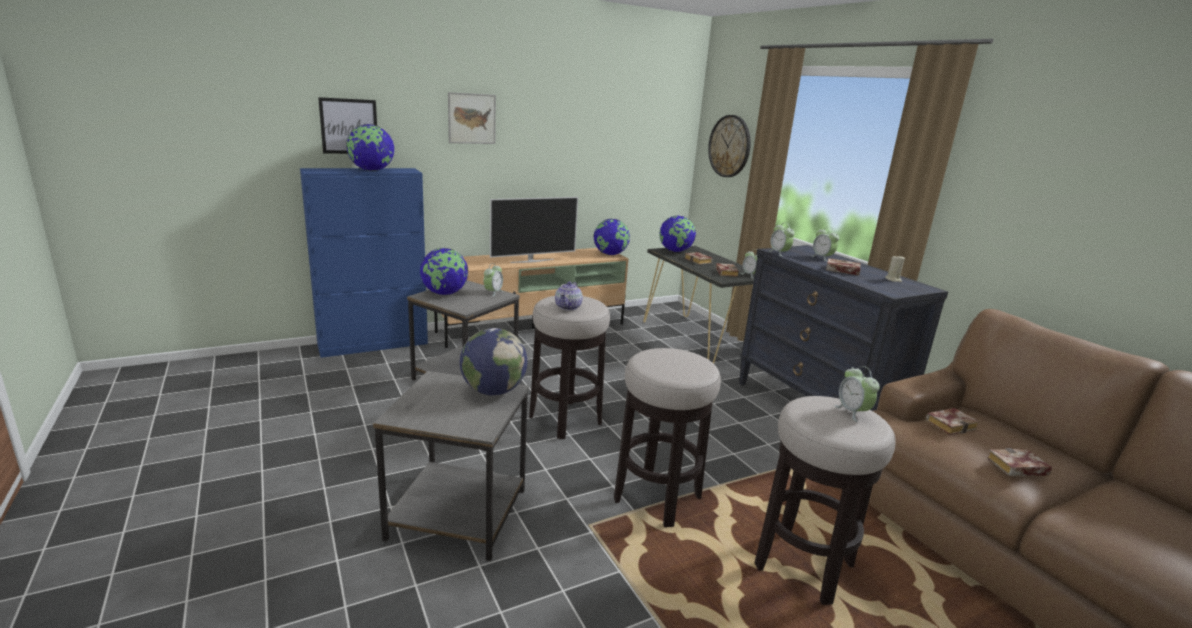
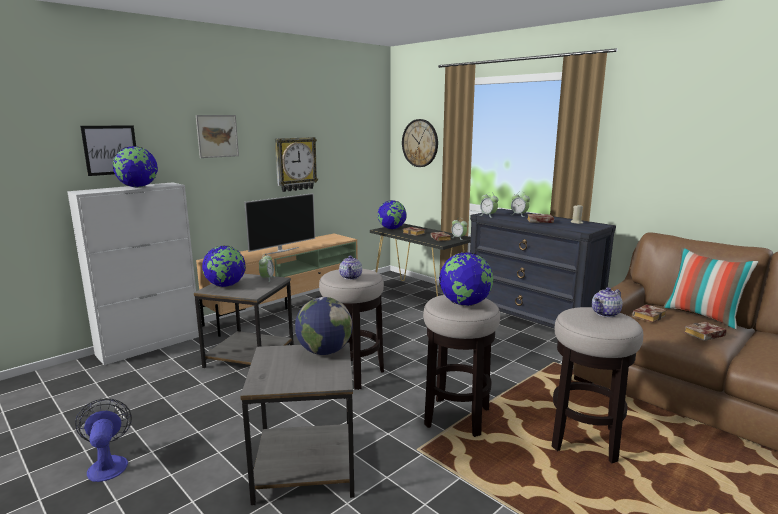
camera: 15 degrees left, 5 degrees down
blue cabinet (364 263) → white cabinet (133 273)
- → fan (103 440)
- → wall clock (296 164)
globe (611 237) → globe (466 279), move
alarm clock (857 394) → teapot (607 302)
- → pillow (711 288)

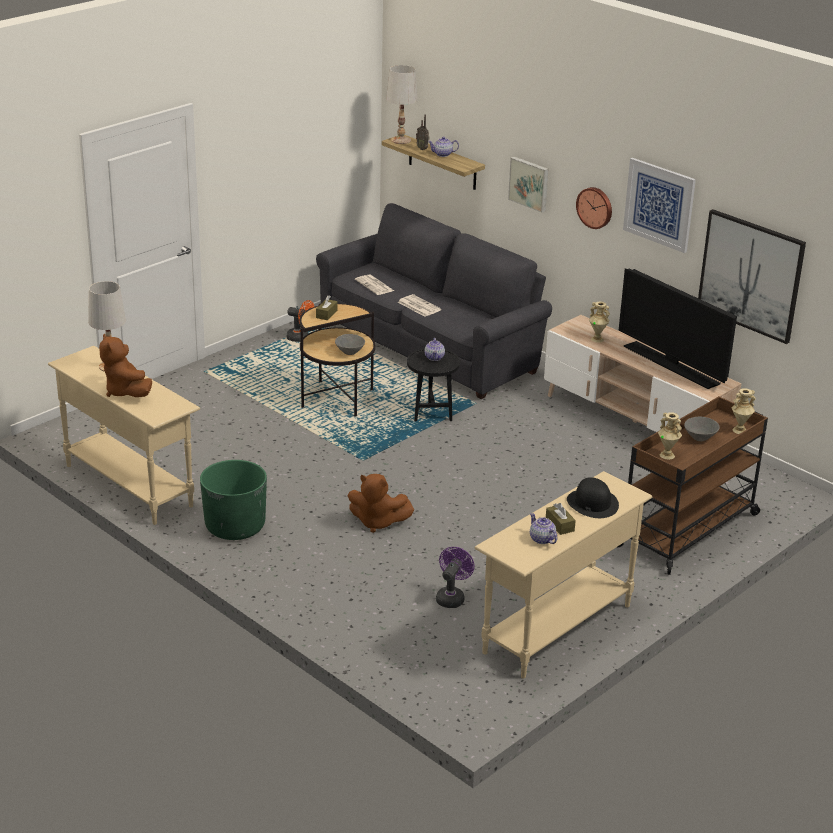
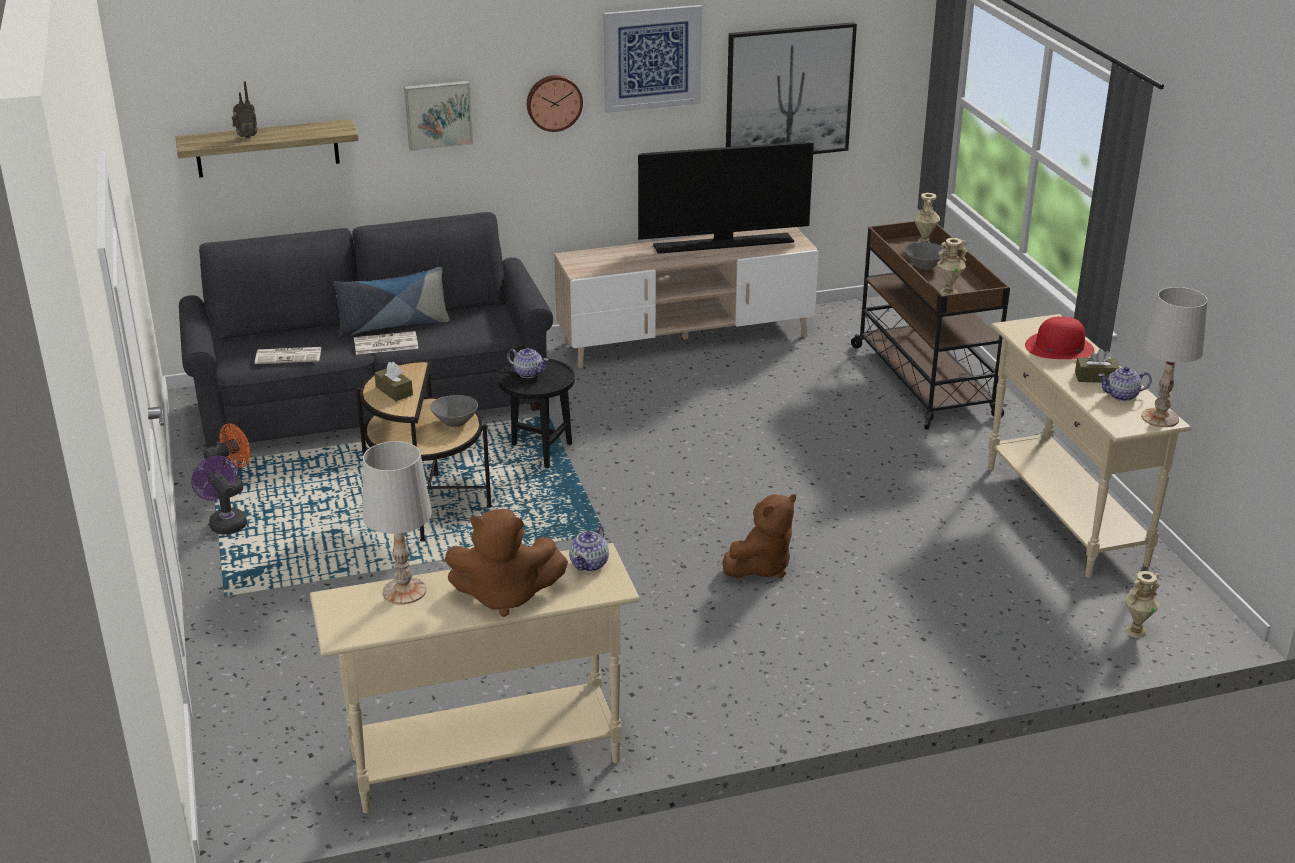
camera: 60 degrees left, 0 degrees up
purple fan (455 577) → purple fan (219 495), move
- → pillow (392 302)
teapot (443 147) → teapot (589 548), move
black hat (593 497) → red hat (1060 337)
beige vase (599 322) → beige vase (1142 604), move
white table lamp (401 104) → white table lamp (1174 357), move
green planter (233 500) → -

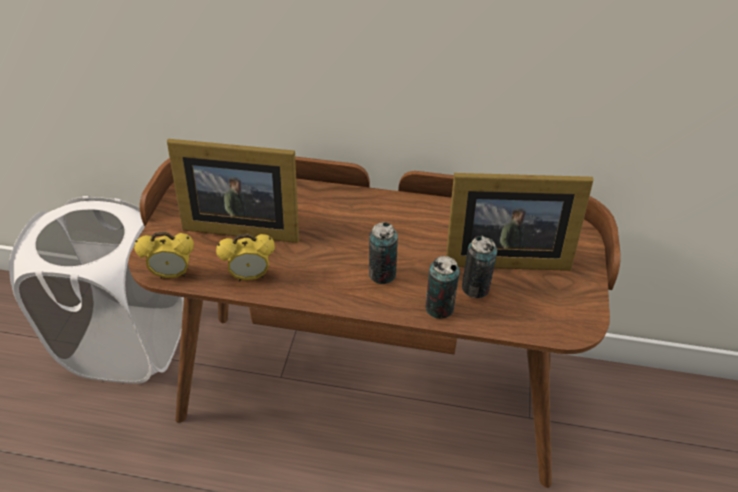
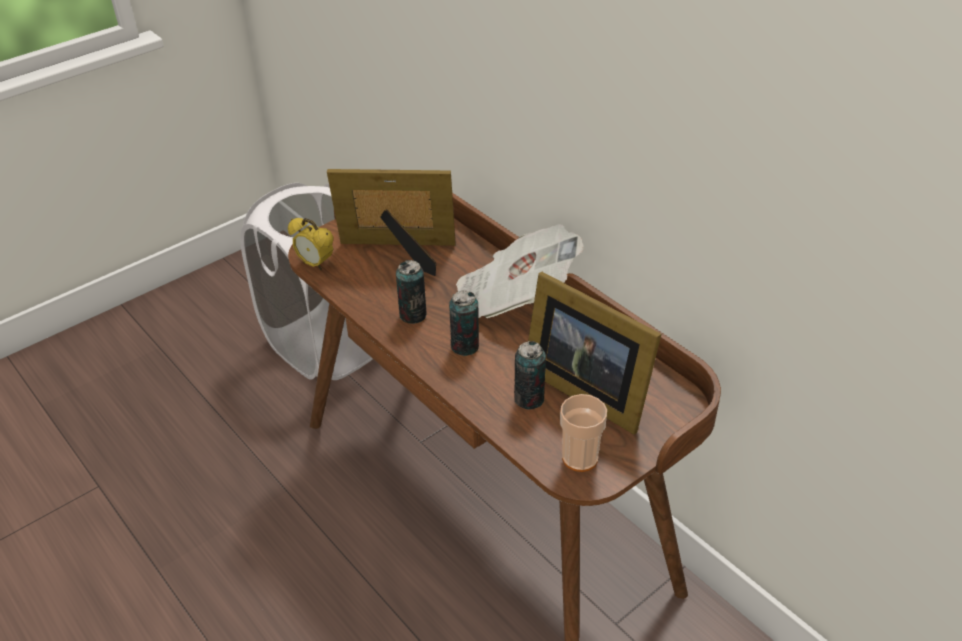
camera: 40 degrees right, 5 degrees down
picture frame (233 191) → picture frame (391 222), 135 degrees clockwise
can (442 287) → can (411 292), move
- → newspaper (519 271)
- → cup (583 433)
alarm clock (245 257) → -

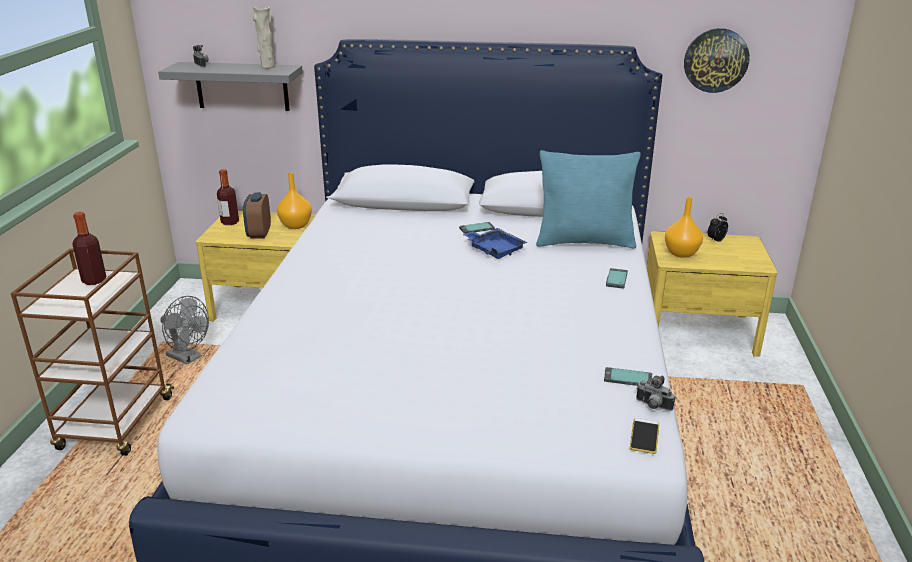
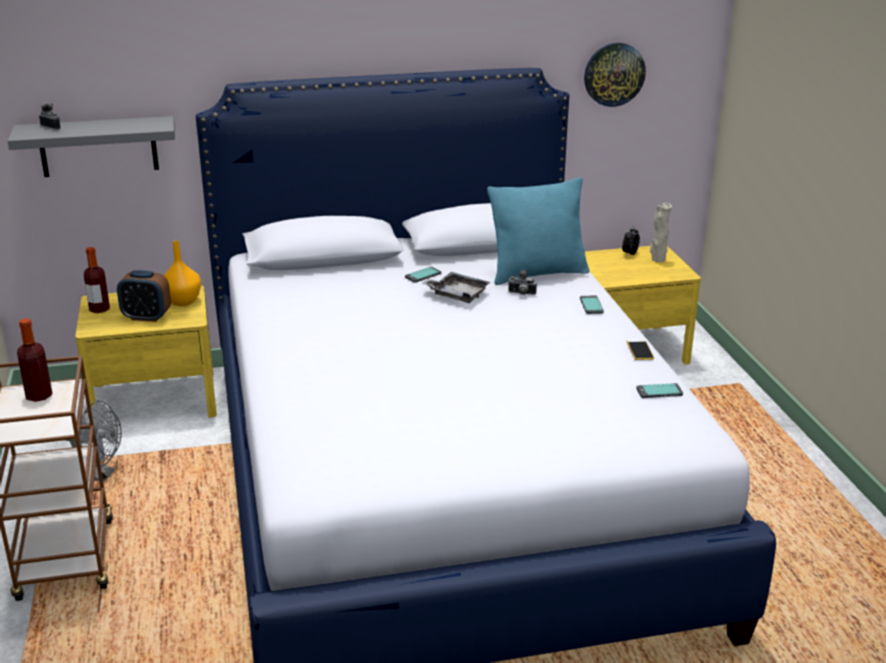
camera: 20 degrees left, 0 degrees up
alarm clock (257 215) → alarm clock (144 296), 60 degrees counterclockwise
blue tray (495 243) → grey tray (455 287)
photo camera (655 393) → photo camera (522 282), move
phone (644 436) → phone (640 350), move
beige vase (264 37) → beige vase (661 232), move
orange vase (684 227) → -

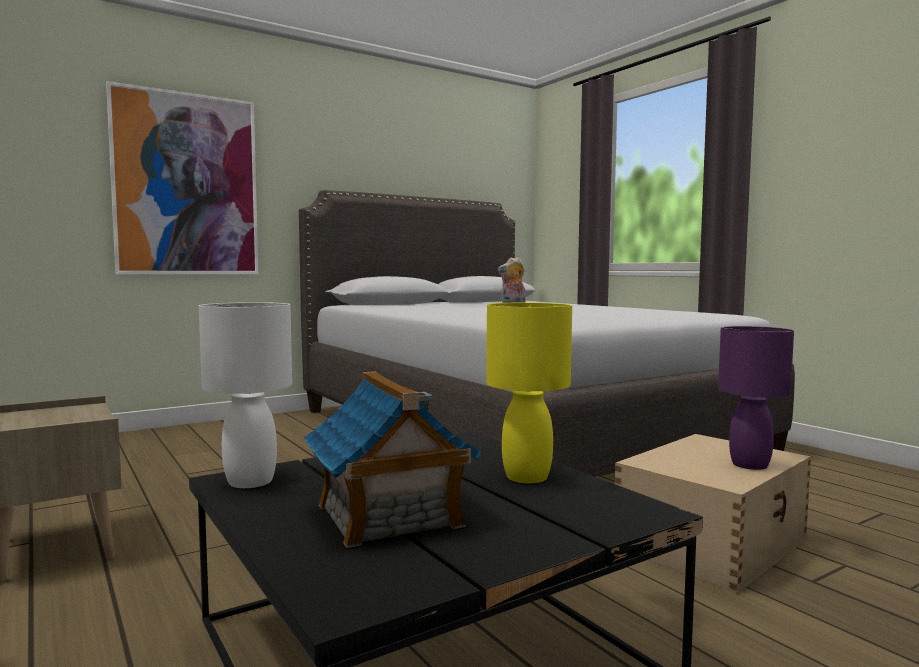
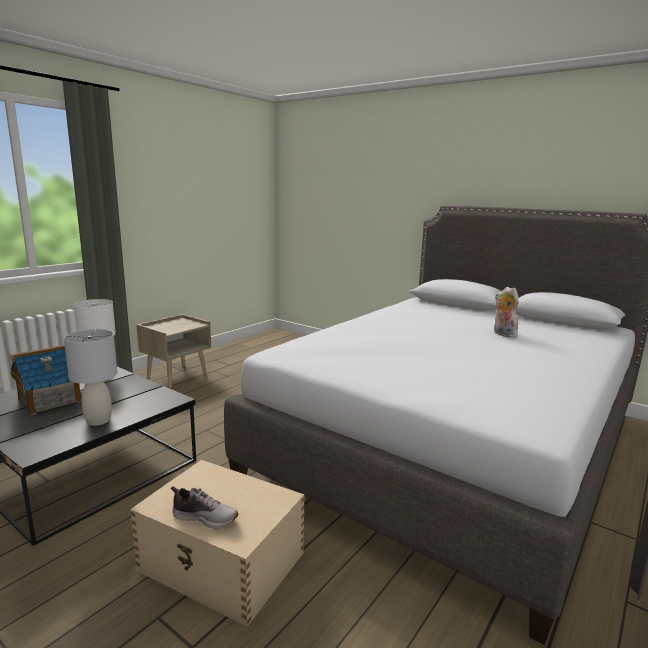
camera: 70 degrees right, 10 degrees up
yellow table lamp (529 393) → grey table lamp (90 377)
purple table lamp (756 398) → shoe (205 507)
picture (182 177) → -

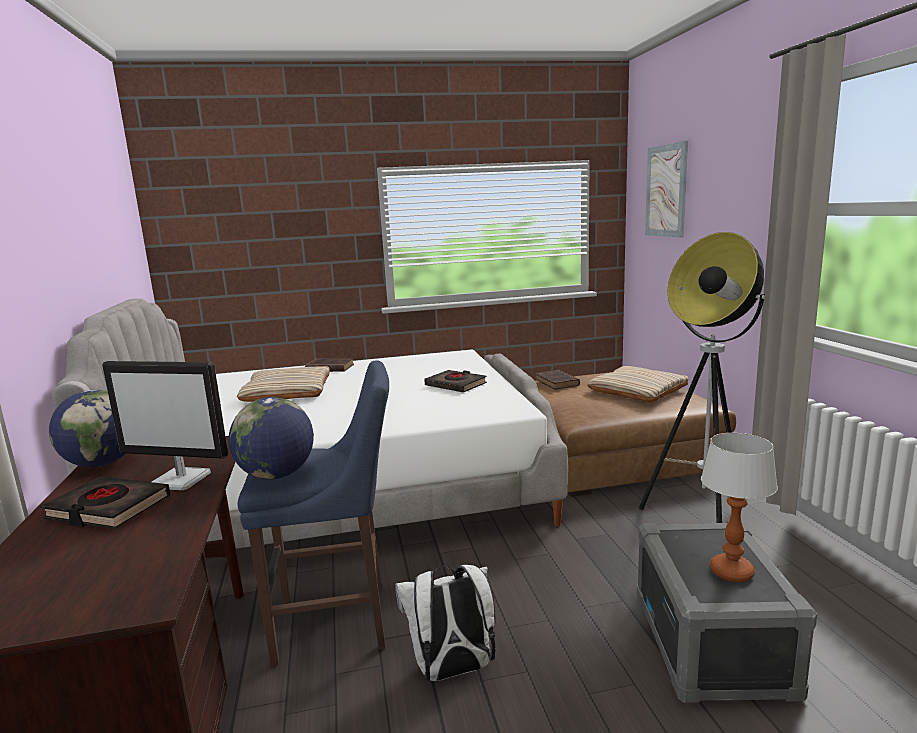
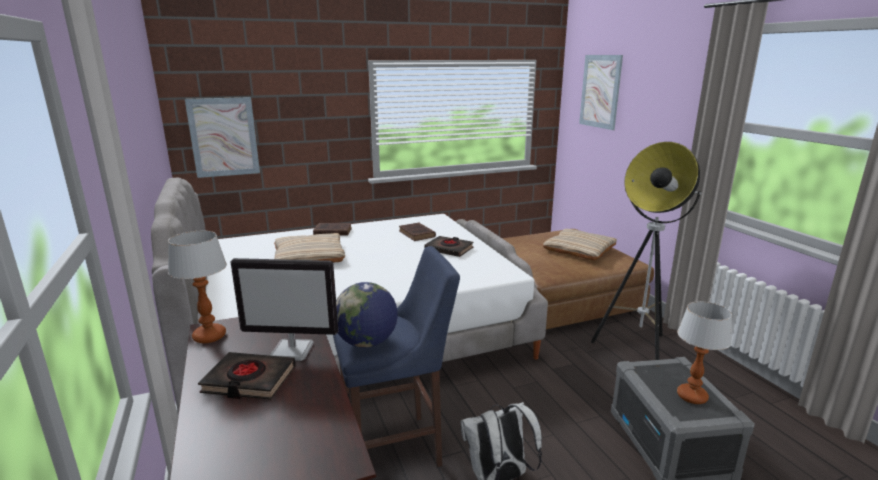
camera: 10 degrees left, 5 degrees up
globe (87 428) → table lamp (197 286)
- → picture (222 137)
brown book (557 380) → brown book (417 231), move

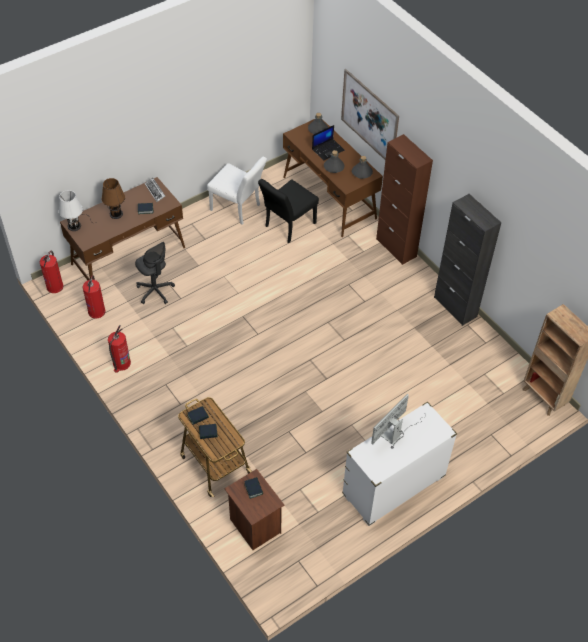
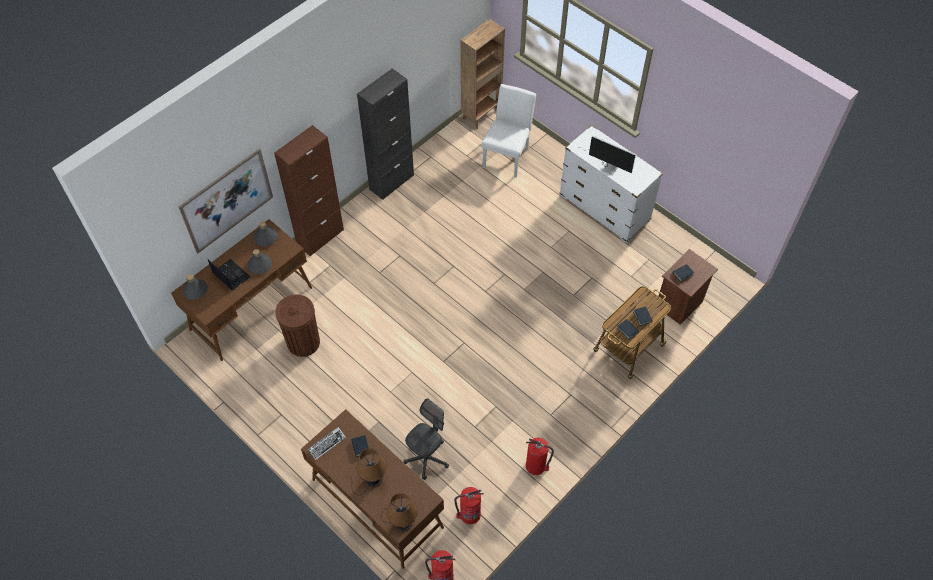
camera: 100 degrees left, 5 degrees up
black chair (288 211) → brown trash can (297 325)
white table lamp (76 210) → brown table lamp (399 512)
white chair (237 190) → white chair (509 131), move

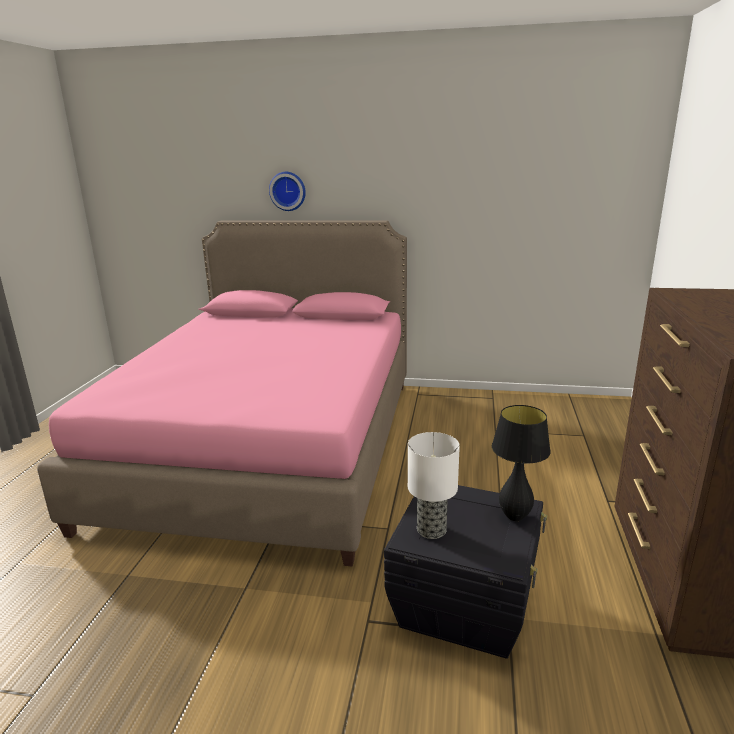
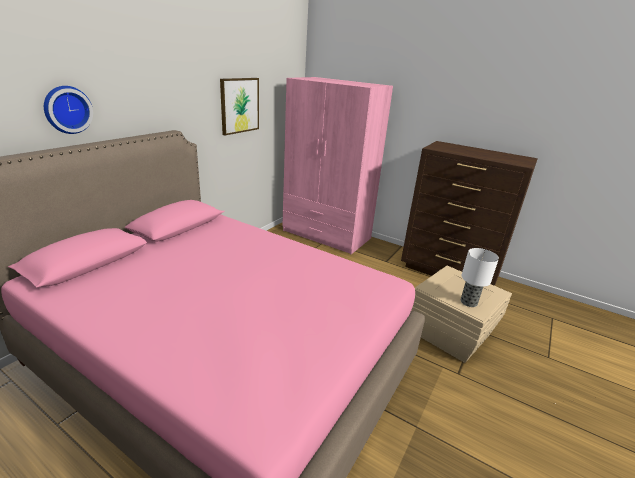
camera: 70 degrees left, 5 degrees up
- → picture (239 106)
- → pink wardrobe (337 165)
black storage box (465 572) → beige storage box (461 314)
black table lamp (521 463) → -

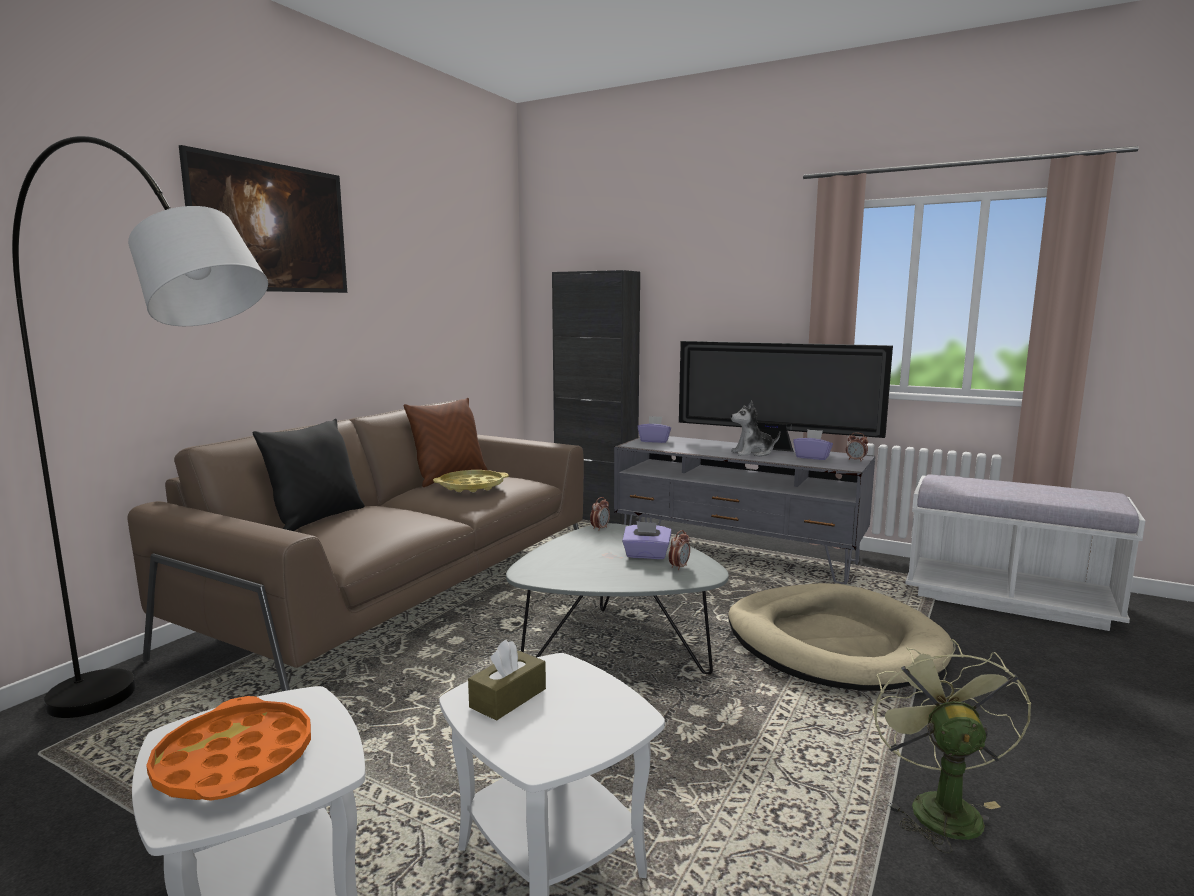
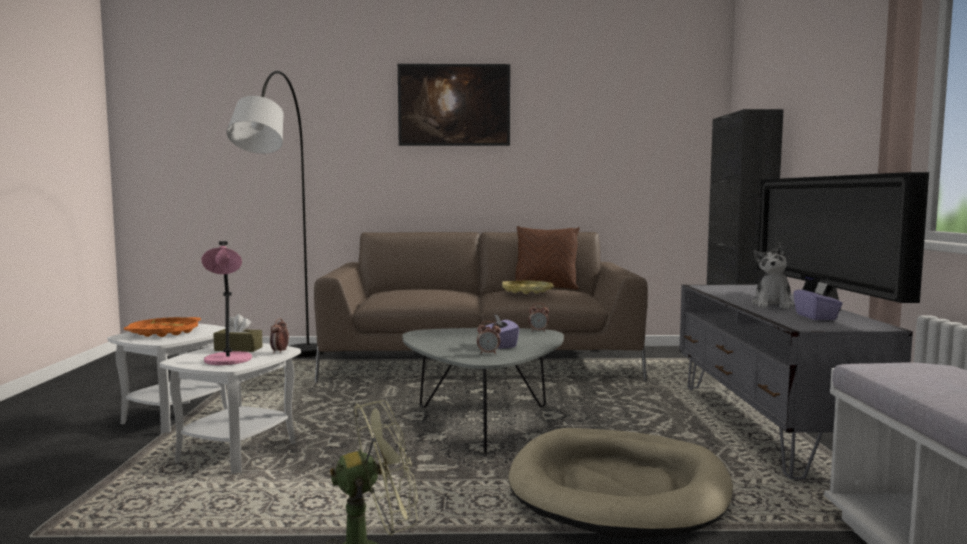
camera: 60 degrees right, 5 degrees down
- → pink table lamp (226 303)
alarm clock (857 447) → alarm clock (279 335), move
plush toy (755 428) → plush toy (772 276), 120 degrees counterclockwise
black pillow (309 474) → -
purple tissue box (654 429) → -

